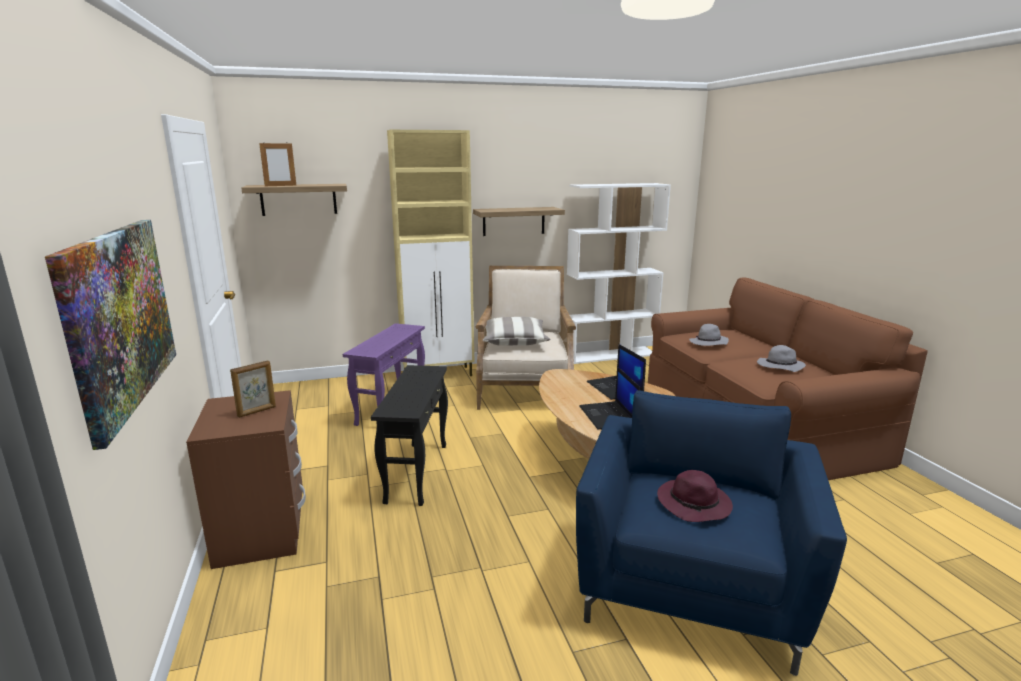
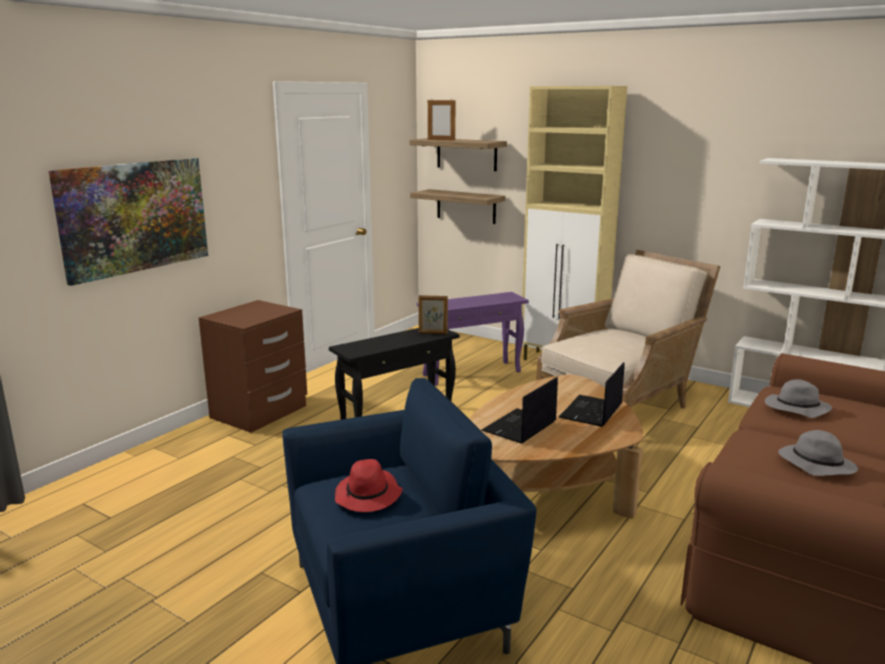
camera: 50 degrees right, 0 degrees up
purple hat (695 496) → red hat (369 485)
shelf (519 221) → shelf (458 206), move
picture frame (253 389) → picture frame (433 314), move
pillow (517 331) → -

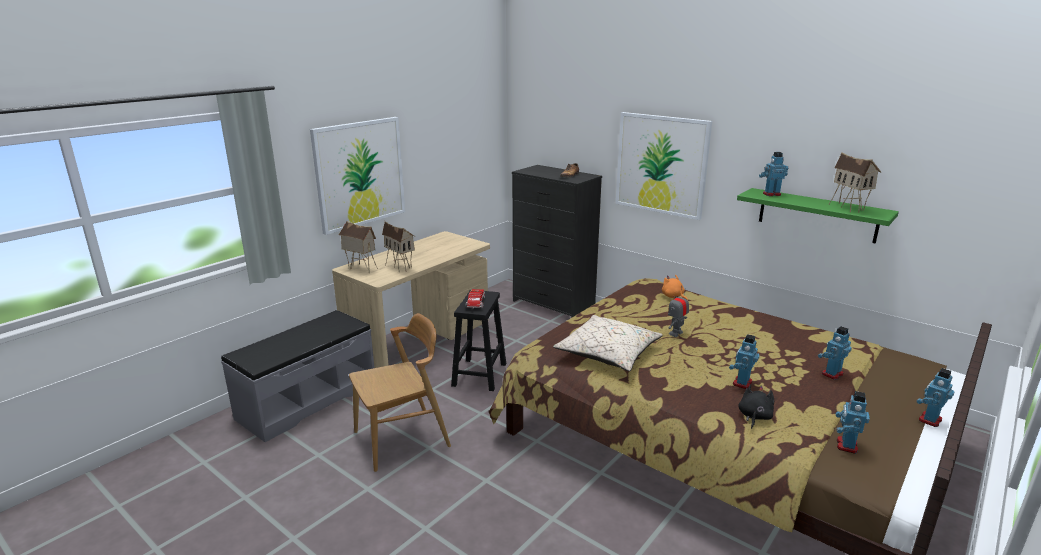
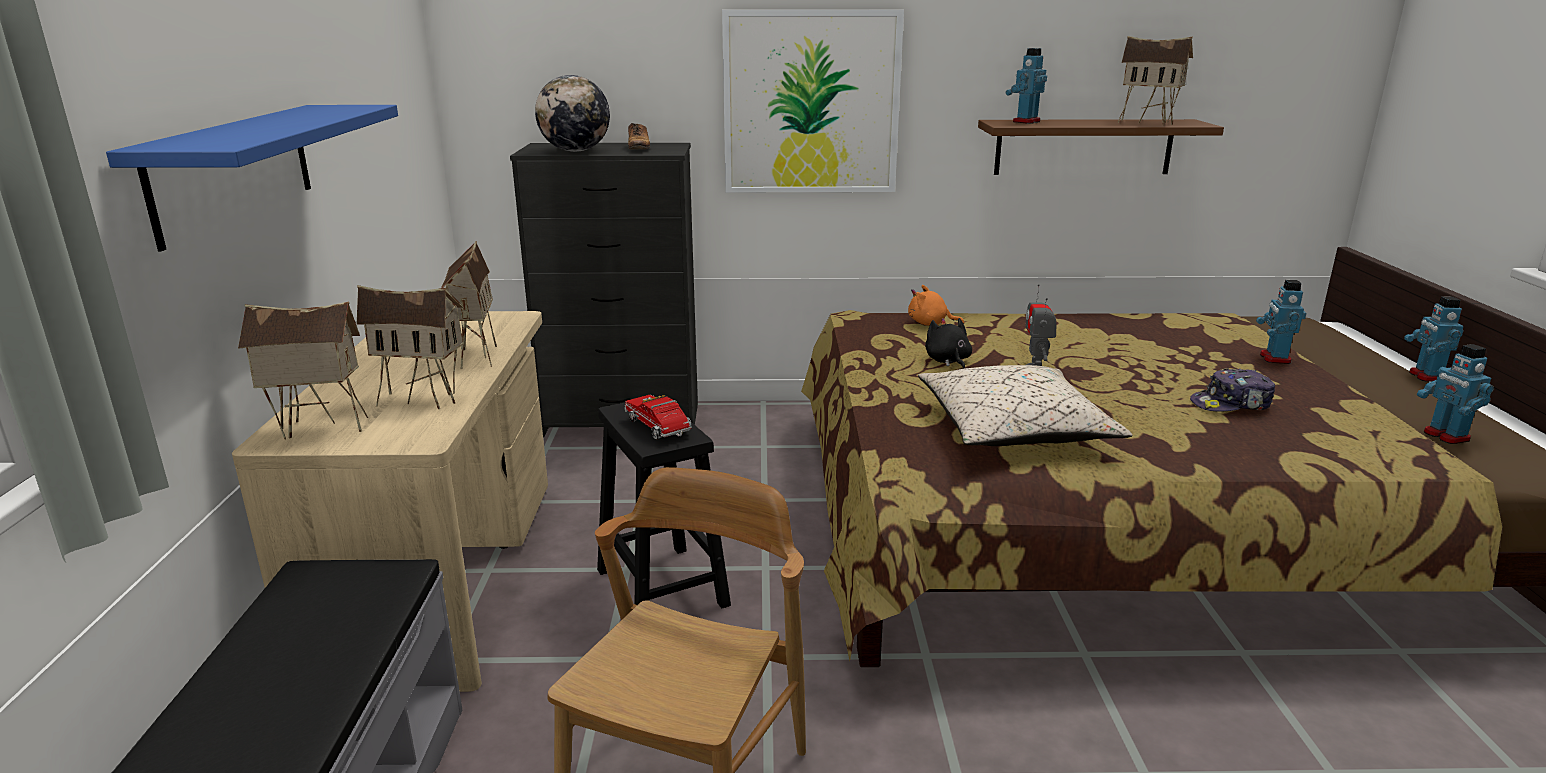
camera: 40 degrees left, 0 degrees up
picture (357 176) → blue shelf (252 178)
- → toy house (469 305)
- → globe (572 113)
black plush toy (756 407) → black plush toy (948 343), move
green shelf (818 216) → brown shelf (1101 147)
toy robot (744 361) → cap (1232 390)

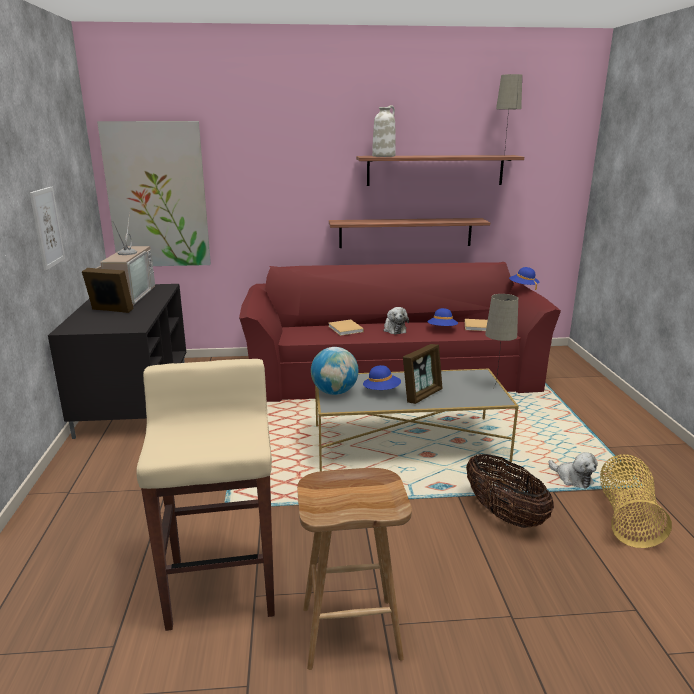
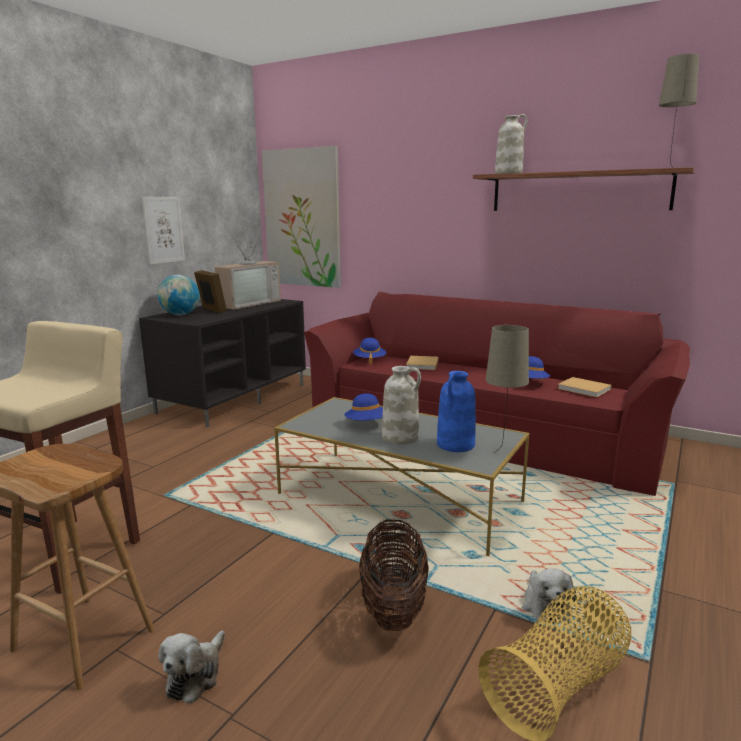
camera: 35 degrees right, 5 degrees down
globe (334 371) → globe (179 295), move
plush toy (396 320) → plush toy (191 666), move
blue hat (524 278) → blue hat (369 351), move
picture frame (423 374) → white vase (401 405)
- → blue vase (456 411)
shelf (409 233) → -

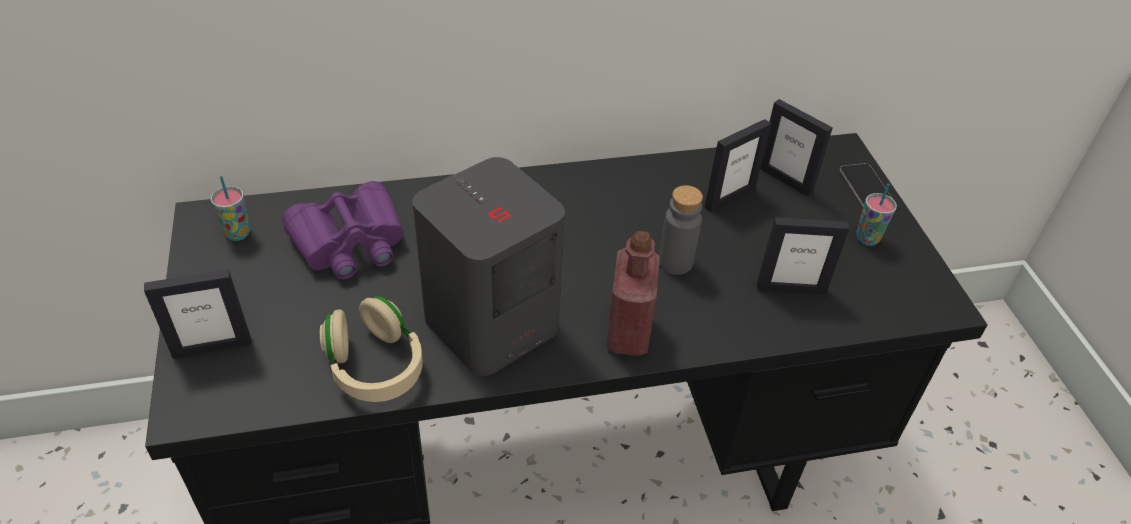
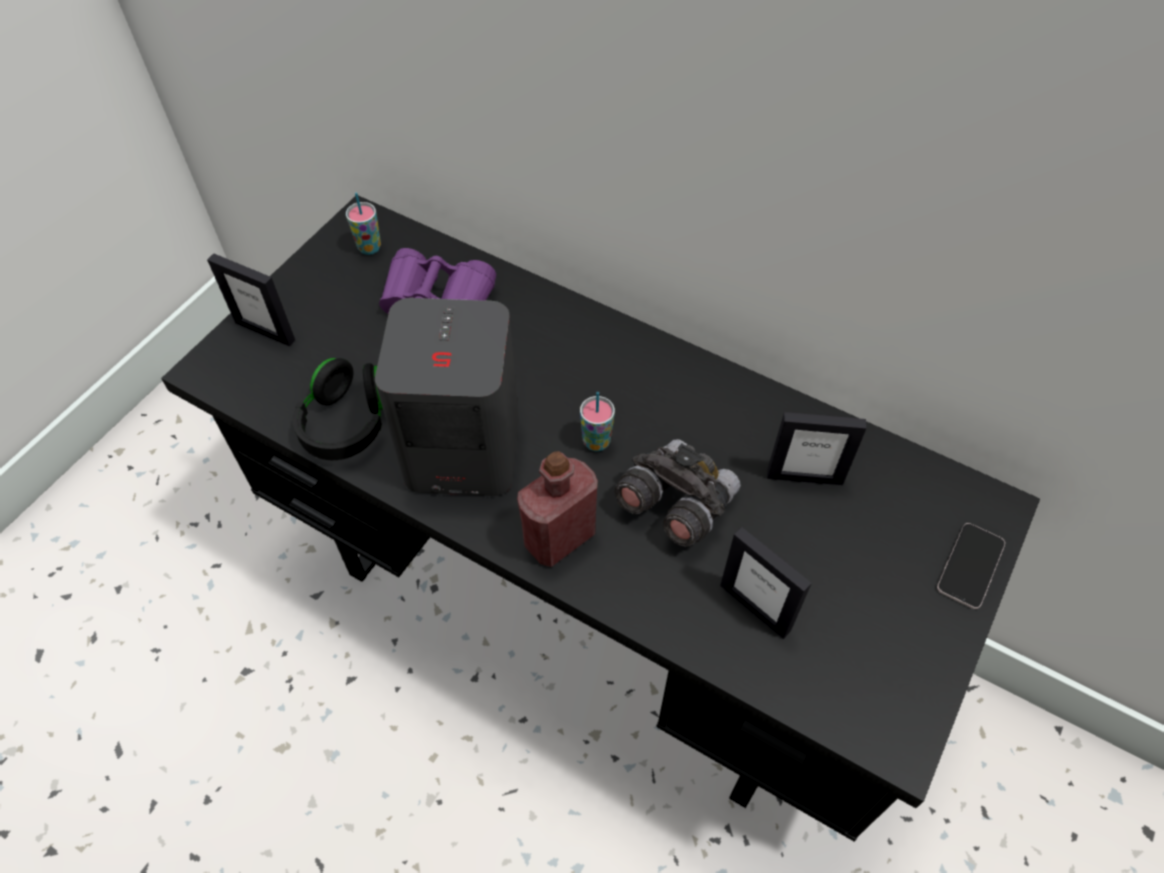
camera: 45 degrees right, 10 degrees up
beige headphones (371 349) → black headphones (338 409)
cup (876 214) → cup (597 421), move
grey bottle (681 230) → grey binoculars (678 492)
picture frame (796 147) → -

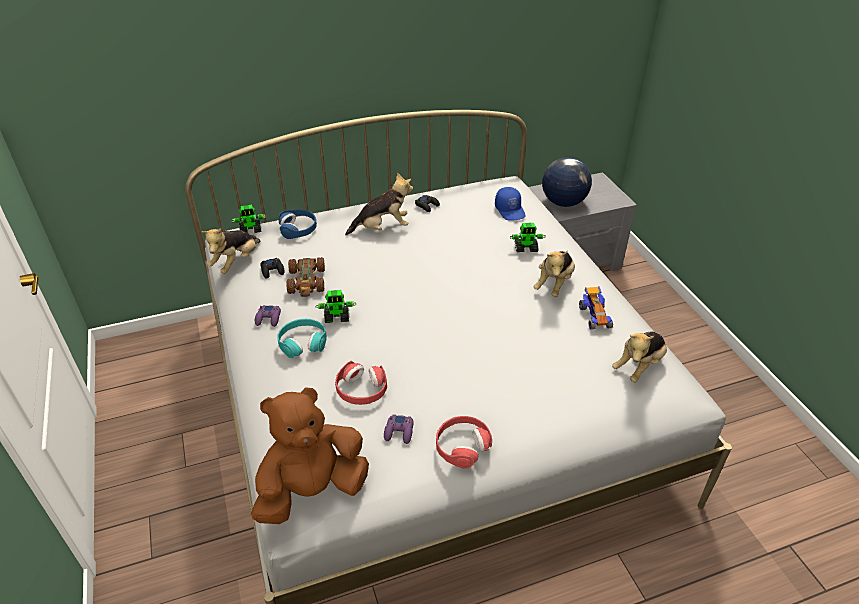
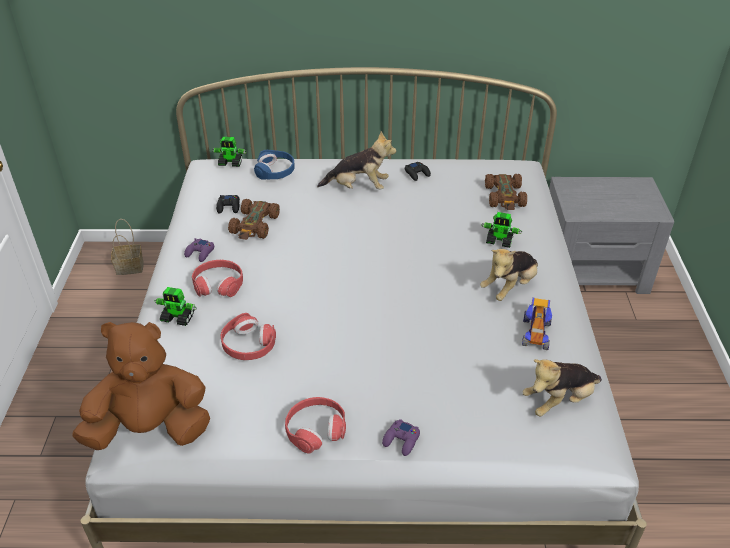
camera: 20 degrees right, 0 degrees up
- → basket (127 247)
toy robot (336 306) → toy robot (175 306), move
turquoise headphones (302 338) → red headphones (217 278)
purple game controller (399 429) → purple game controller (401 437), move
blue cap (510 203) → brown toy car (506 192)
plush toy (231 251) → -
globe (567 182) → -

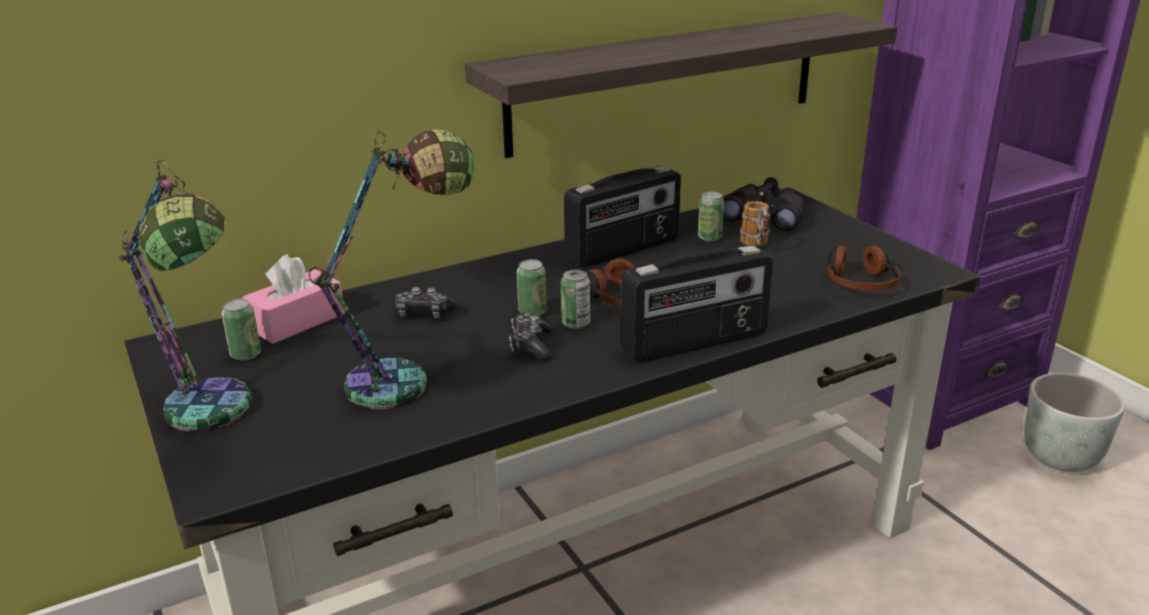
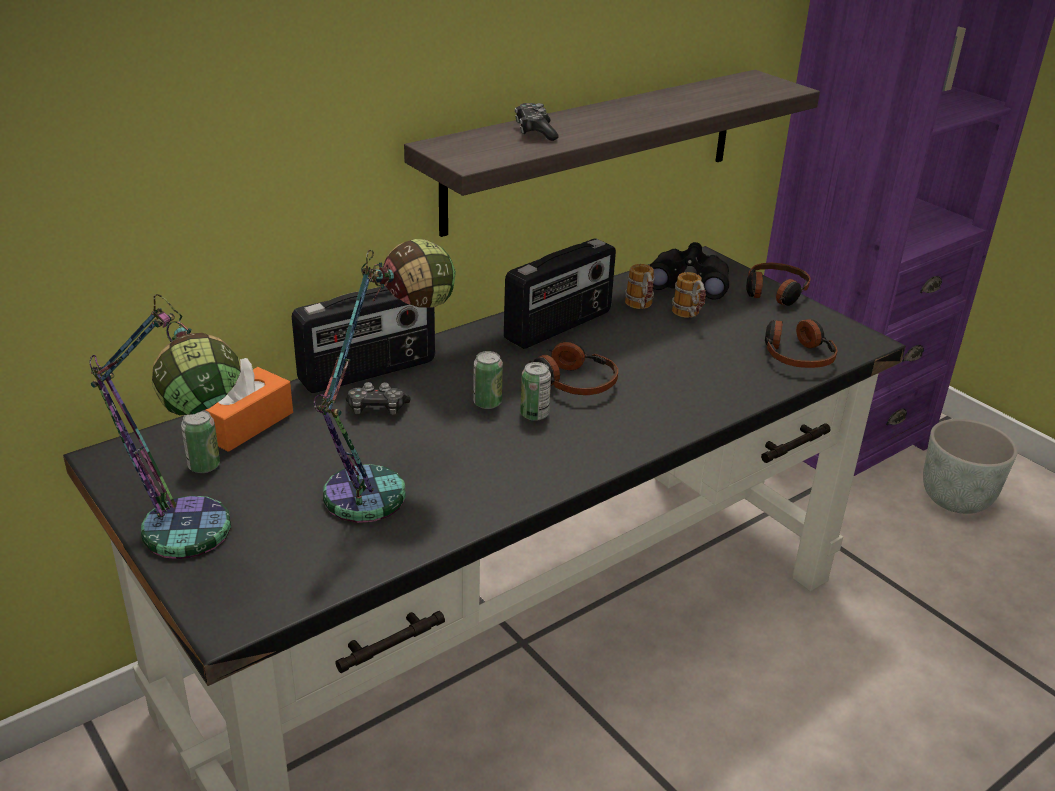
camera: 10 degrees left, 5 degrees up
pink tissue box (293 299) → orange tissue box (249 405)
radio (697 304) → radio (363 339), move
game controller (531 336) → game controller (537 122), move
can (711 216) → mug (640 286)
- → headphones (778 284)

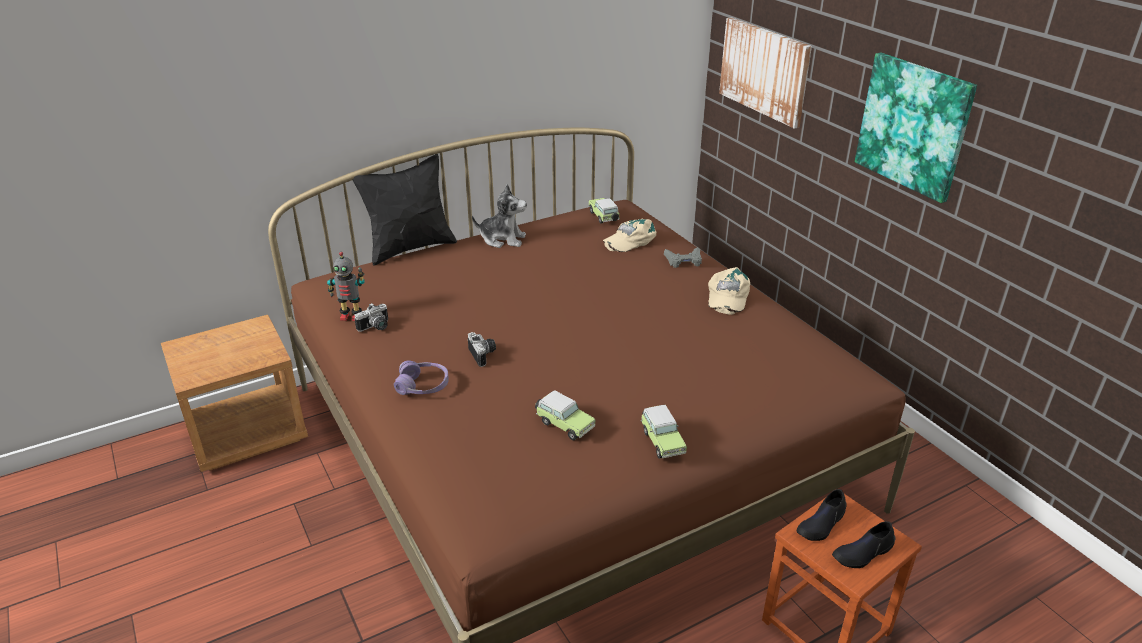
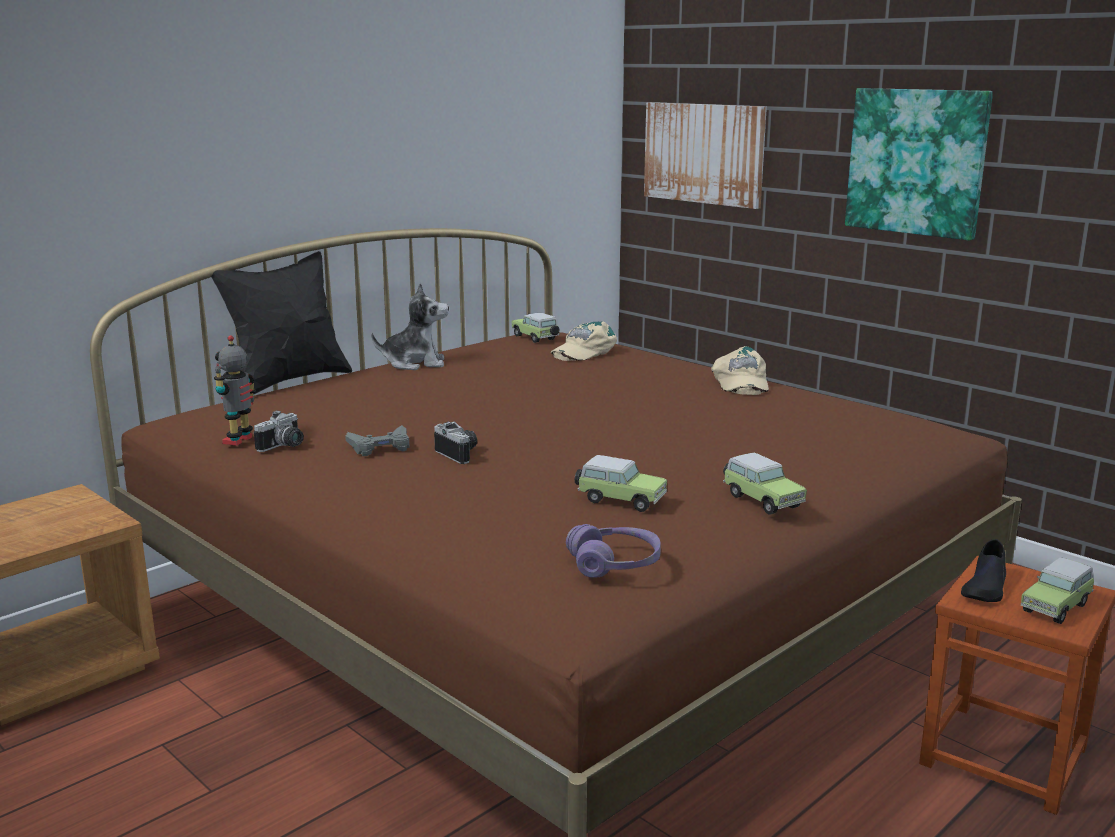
camera: 15 degrees left, 15 degrees down
toy robot (346 286) → toy robot (235 390), 120 degrees clockwise
grey game controller (683 257) → grey game controller (377 440), move
purple headphones (421 377) → purple headphones (613 551), move
black shoe (864 544) → toy car (1057 590)

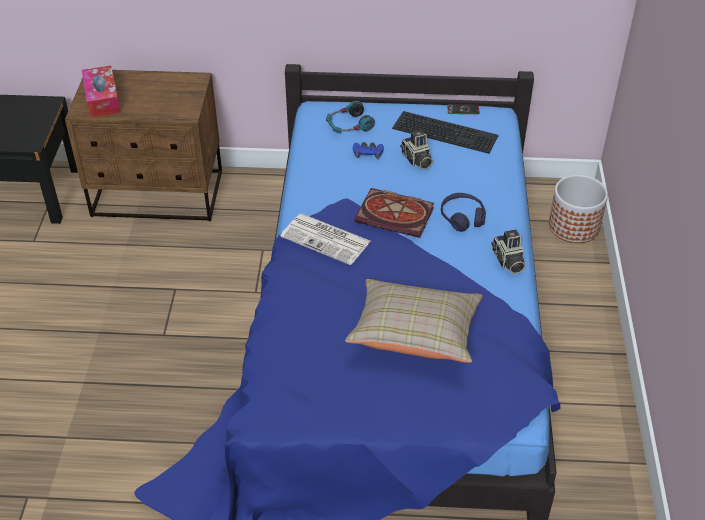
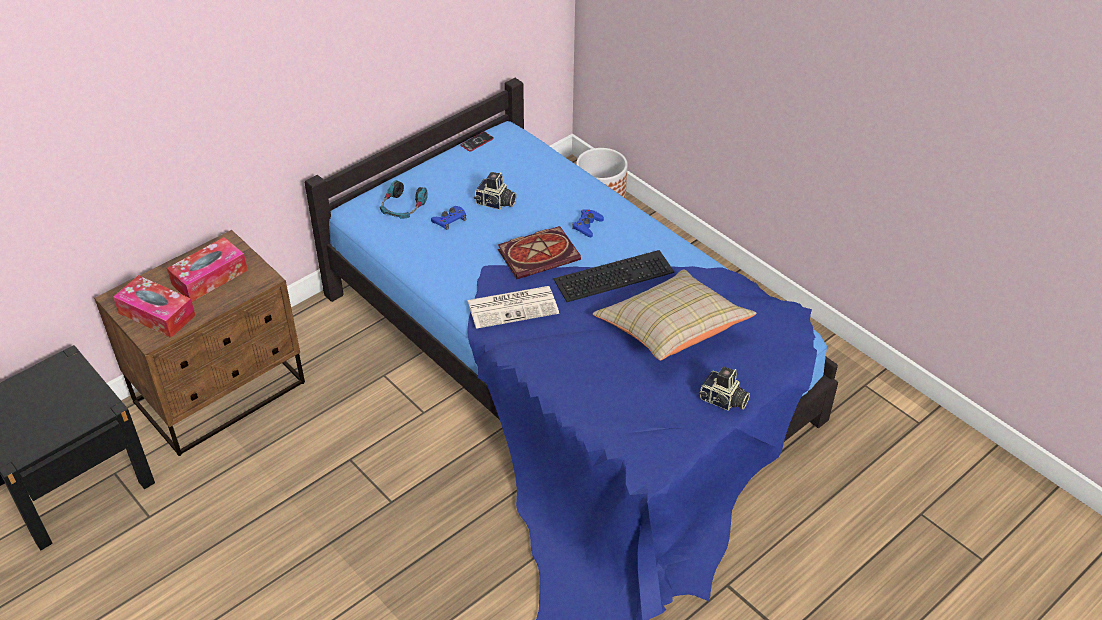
camera: 45 degrees left, 0 degrees up
- → tissue box (207 269)
keyboard (445 132) → keyboard (614 276), move
purple headphones (463 212) → blue game controller (588 223)
photo camera (508 251) → photo camera (724 388), move

